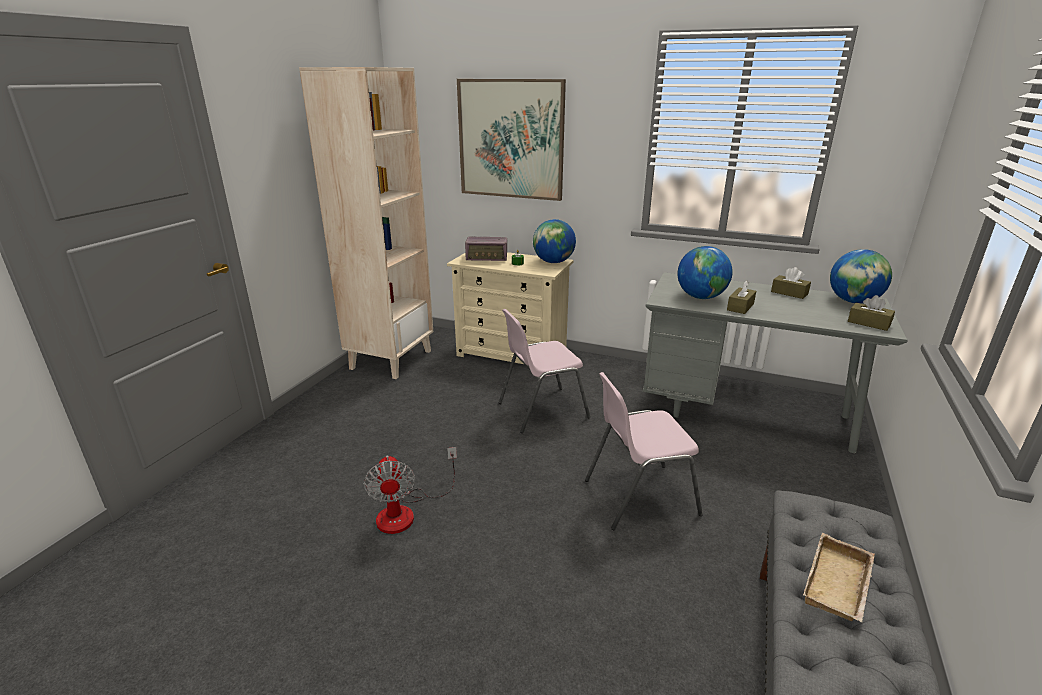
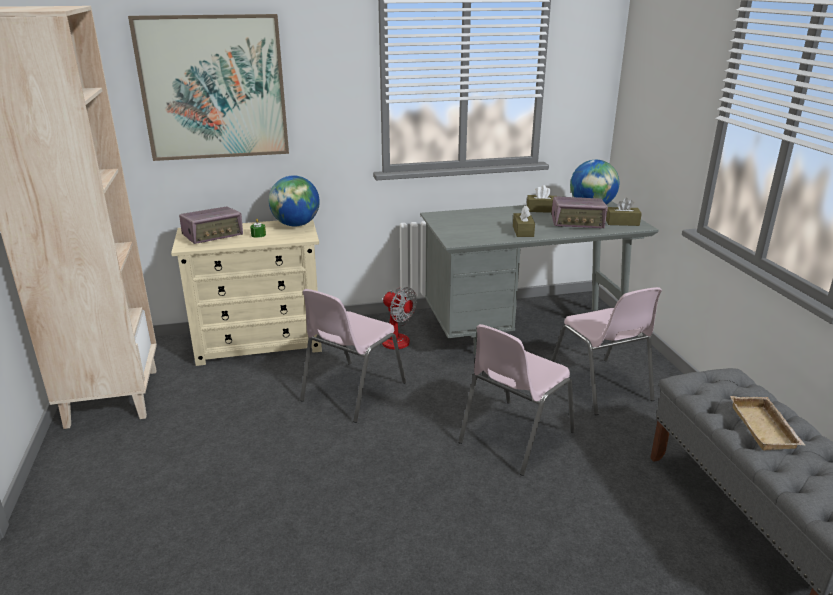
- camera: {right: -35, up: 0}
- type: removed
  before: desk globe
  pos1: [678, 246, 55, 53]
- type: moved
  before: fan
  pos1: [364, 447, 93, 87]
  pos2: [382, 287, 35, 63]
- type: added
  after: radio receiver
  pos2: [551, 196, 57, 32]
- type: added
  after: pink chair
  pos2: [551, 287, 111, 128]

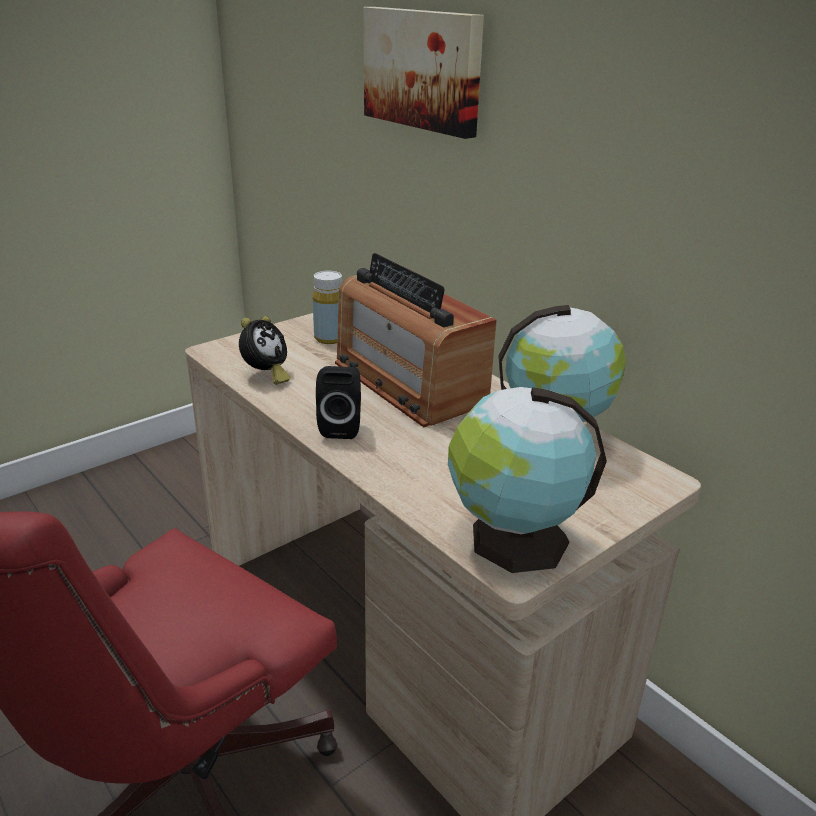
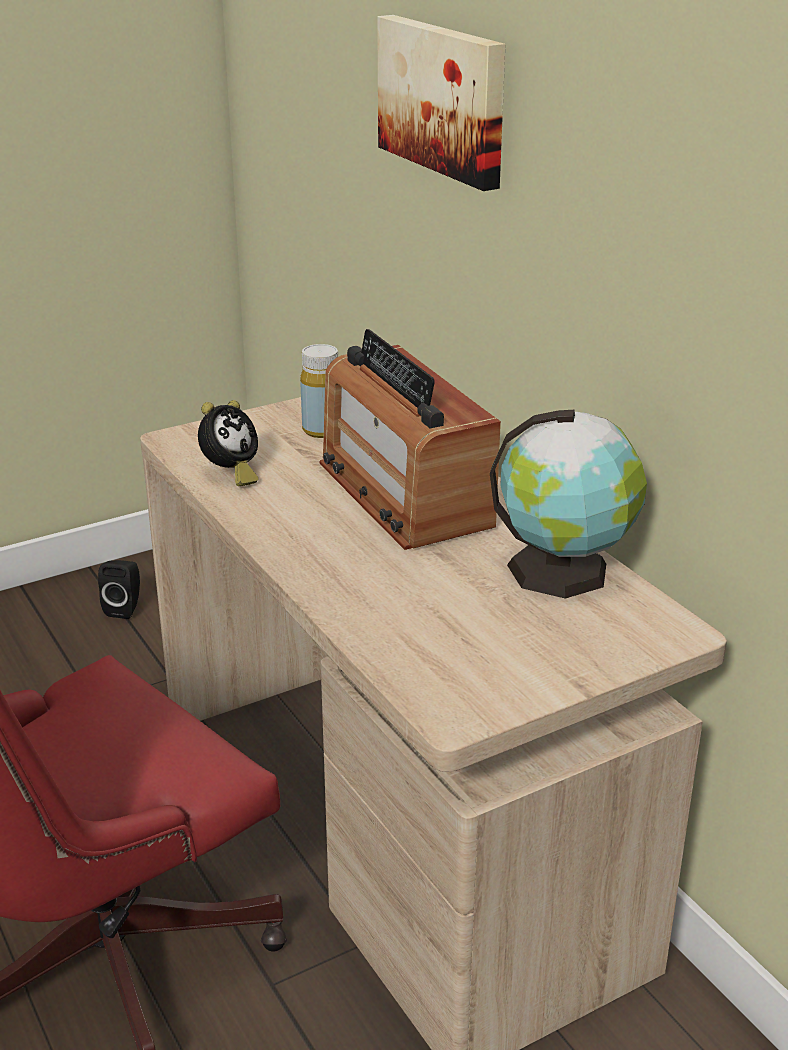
- camera: {right: 10, up: 0}
- type: moved
  before: black audio speaker
  pos1: [316, 366, 45, 73]
  pos2: [98, 560, 42, 59]
- type: removed
  before: desk globe
  pos1: [448, 387, 159, 186]

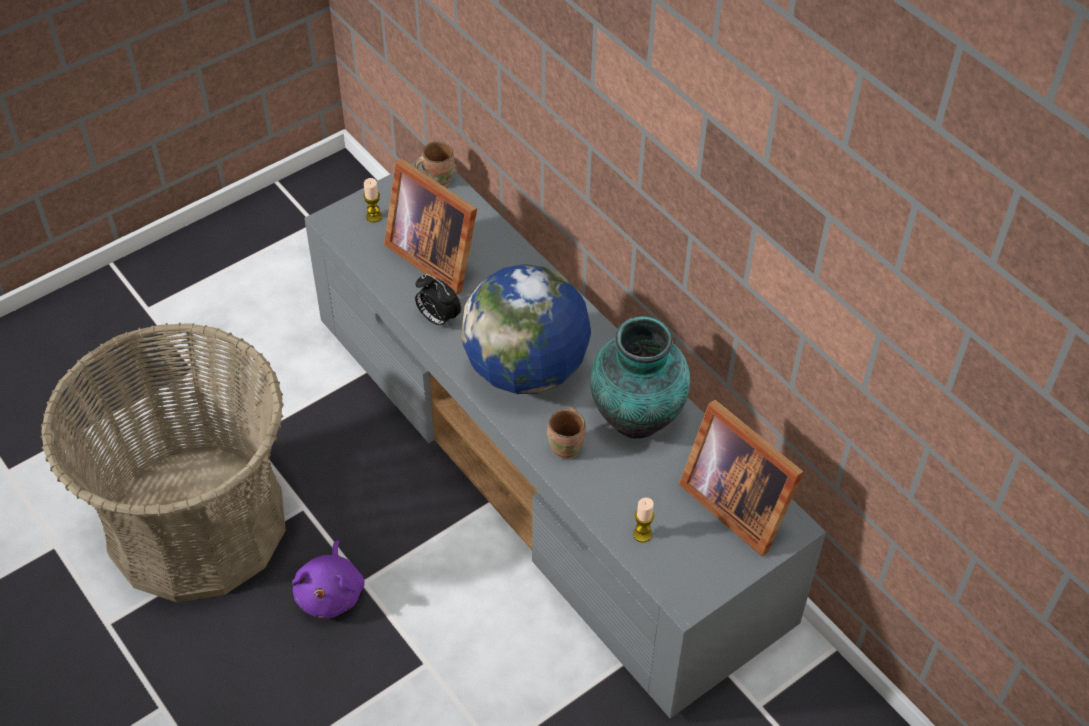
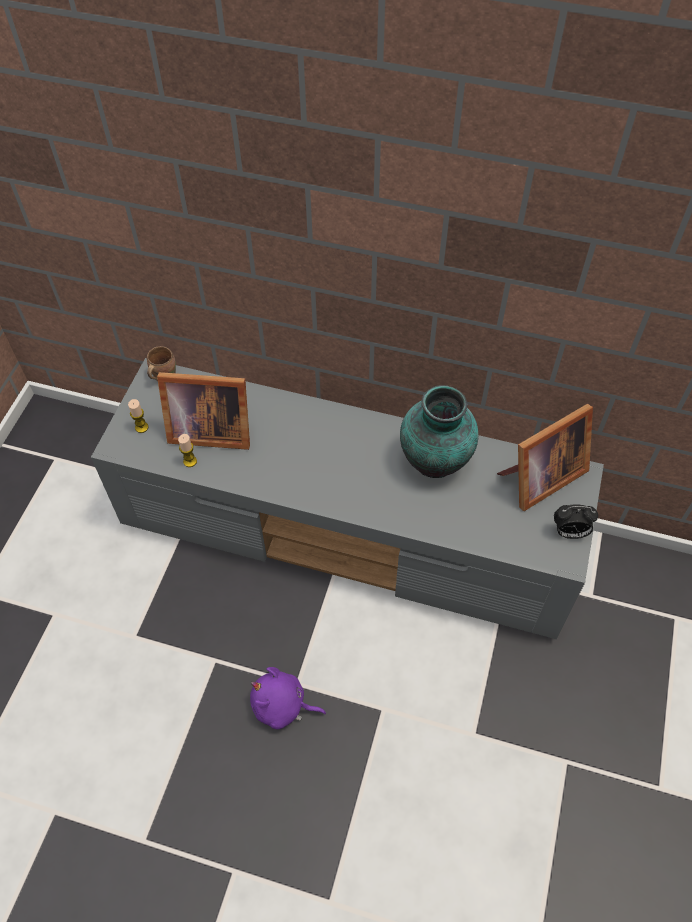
- camera: {right: -35, up: 5}
- type: removed
  before: desk globe
  pos1: [461, 264, 130, 130]
- type: moved
  before: alarm clock
  pos1: [415, 274, 46, 54]
  pos2: [554, 504, 44, 35]
- type: removed
  before: storage basket
  pos1: [41, 323, 245, 279]
- type: turned
  before: standing frame
  pos1: [679, 400, 125, 156]
  pos2: [497, 404, 96, 107]
  turn: -45
- type: removed
  before: brownish coffee mug
  pos1: [547, 407, 39, 52]
- type: moved
  before: wax light
  pos1: [633, 498, 21, 45]
  pos2: [178, 434, 19, 33]
- type: turned
  before: purple-coloured cuddly toy
  pos1: [292, 541, 73, 77]
  pos2: [250, 667, 76, 62]
  turn: 135

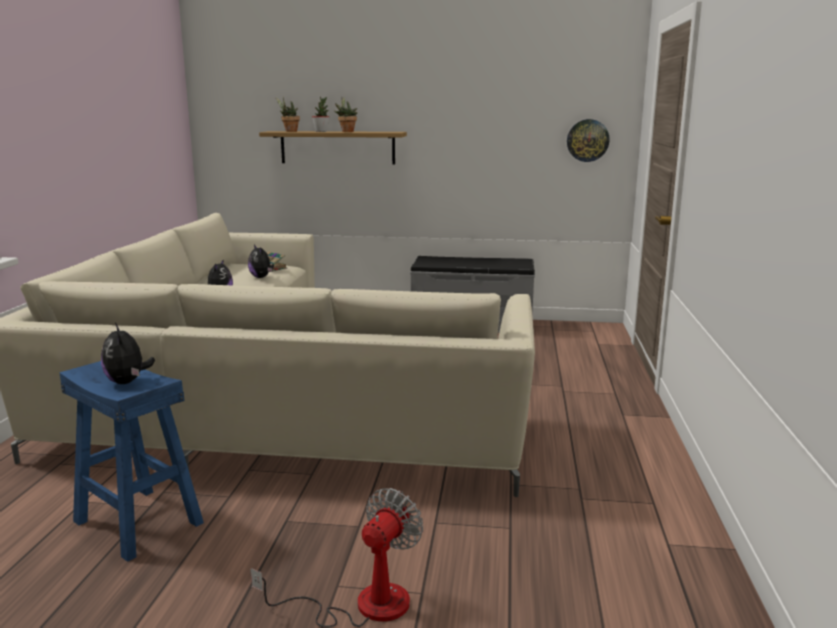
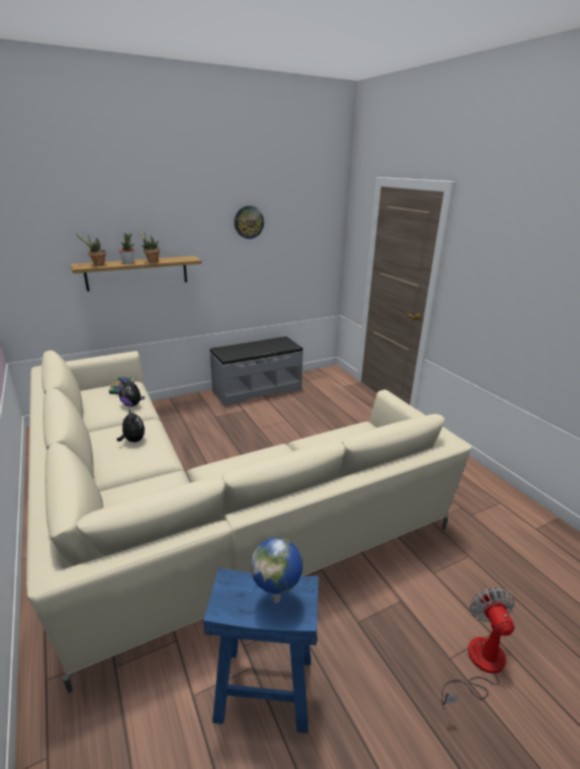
- camera: {right: -35, up: 10}
- type: moved
  before: hanging clock
  pos1: [567, 119, 42, 43]
  pos2: [234, 206, 30, 33]
- type: replaced
  before: cuddly toy
  after: desk globe
  pos1: [101, 323, 54, 61]
  pos2: [250, 538, 53, 65]

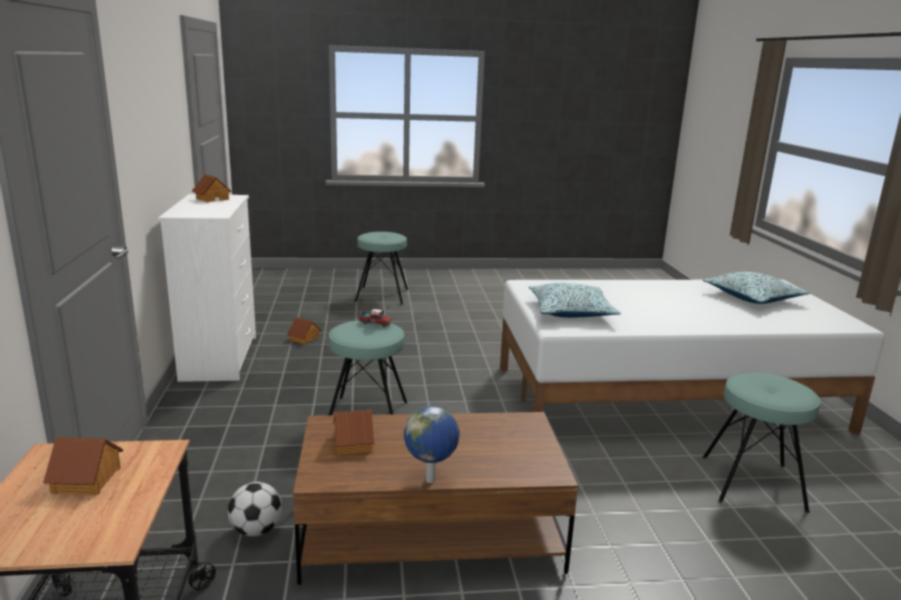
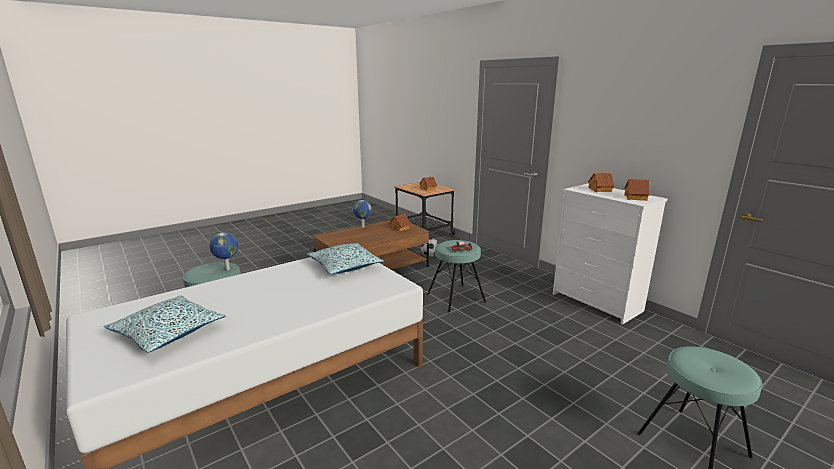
- camera: {right: 150, up: 0}
- type: moved
  before: model house
  pos1: [287, 317, 34, 27]
  pos2: [588, 173, 27, 19]
- type: added
  after: desk globe
  pos2: [209, 232, 29, 38]

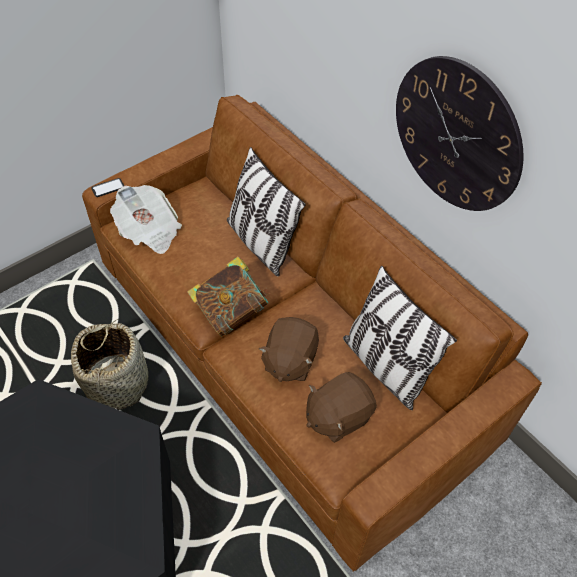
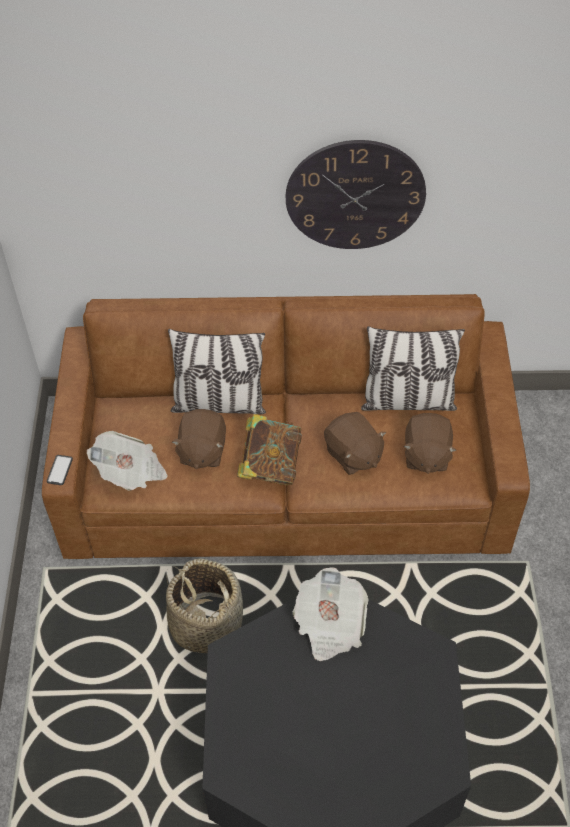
- camera: {right: -50, up: 0}
- type: added
  after: brownish cuddly toy
  pos2: [172, 409, 54, 60]
- type: added
  after: printed paper
  pos2: [292, 567, 77, 94]

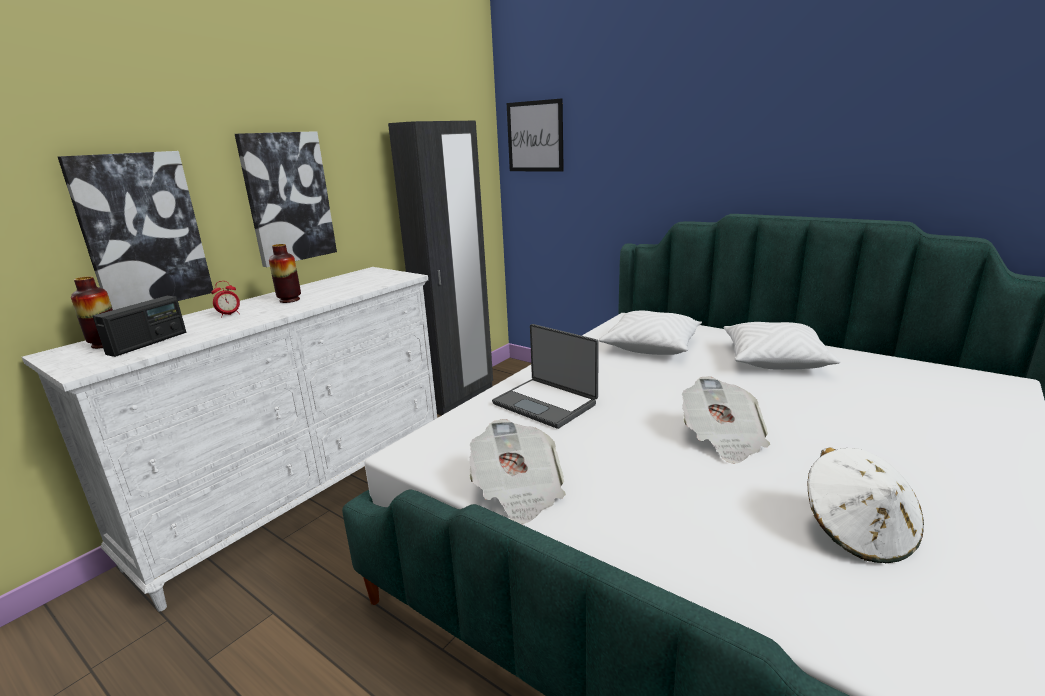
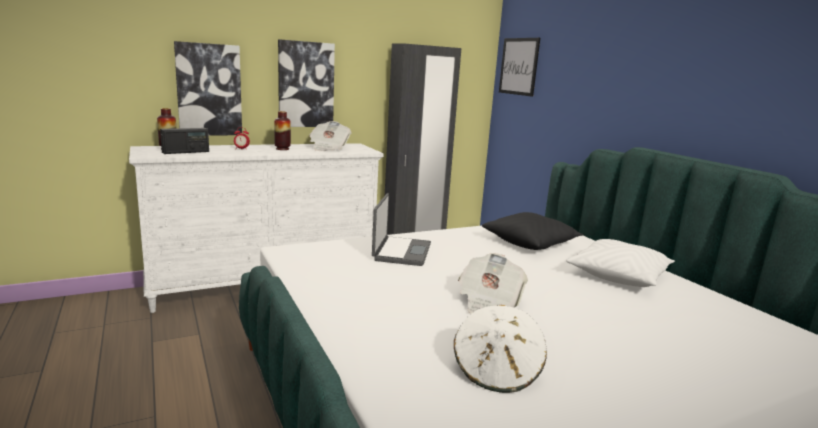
- camera: {right: 25, up: -5}
- type: recoloured
  before: white-coloured cushion
  after: black cushion
  pos1: [599, 311, 103, 44]
  pos2: [482, 212, 101, 38]
- type: turned
  before: notebook computer
  pos1: [492, 324, 107, 105]
  pos2: [372, 193, 59, 73]
  turn: -150
- type: moved
  before: printed paper
  pos1: [469, 419, 97, 106]
  pos2: [309, 121, 42, 30]

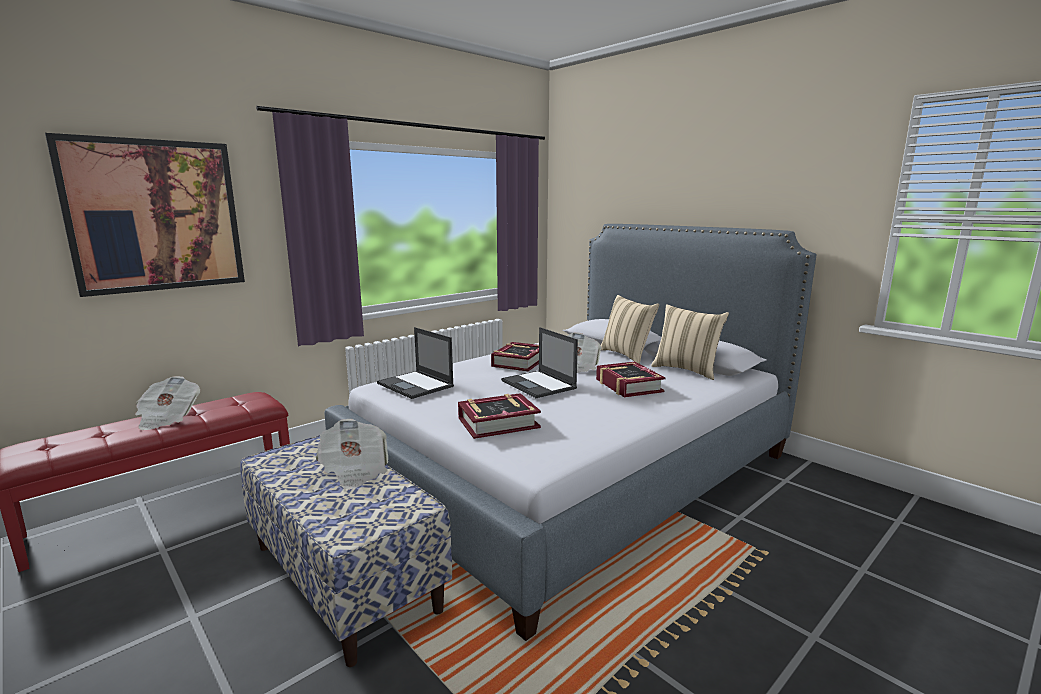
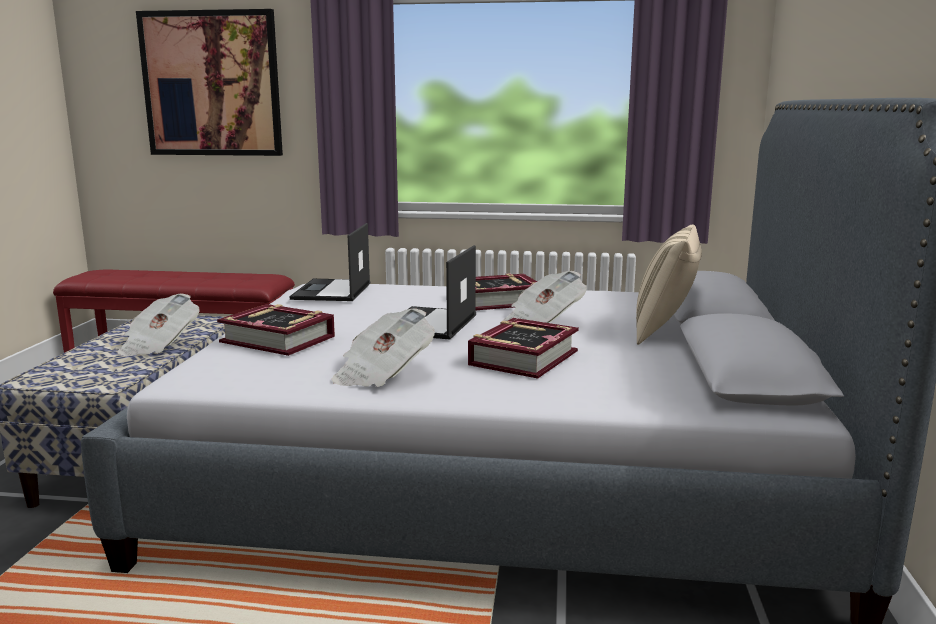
- camera: {right: 50, up: 0}
- type: removed
  before: sand-coloured cushion
  pos1: [651, 304, 78, 76]
- type: moved
  before: printed paper
  pos1: [135, 376, 65, 54]
  pos2: [332, 308, 103, 79]

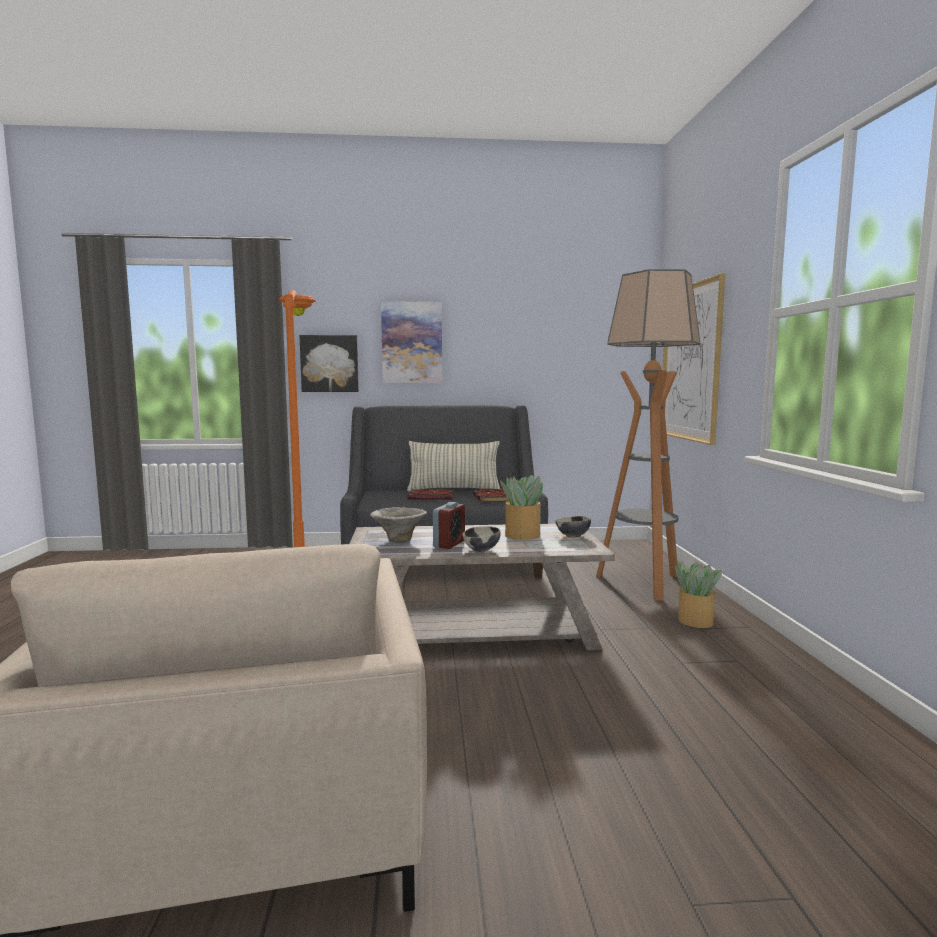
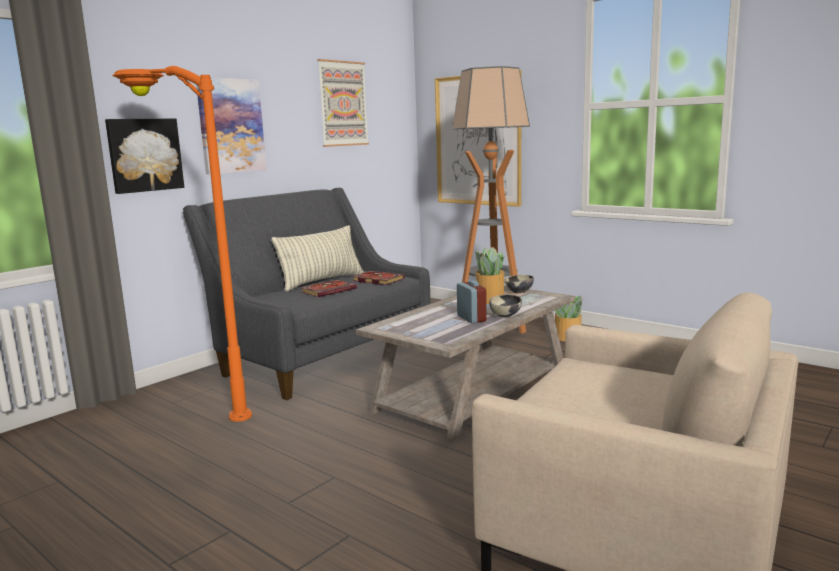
- camera: {right: -45, up: 5}
- type: removed
  before: deep dish
  pos1: [370, 507, 57, 36]
- type: added
  after: picture
  pos2: [317, 59, 52, 88]

